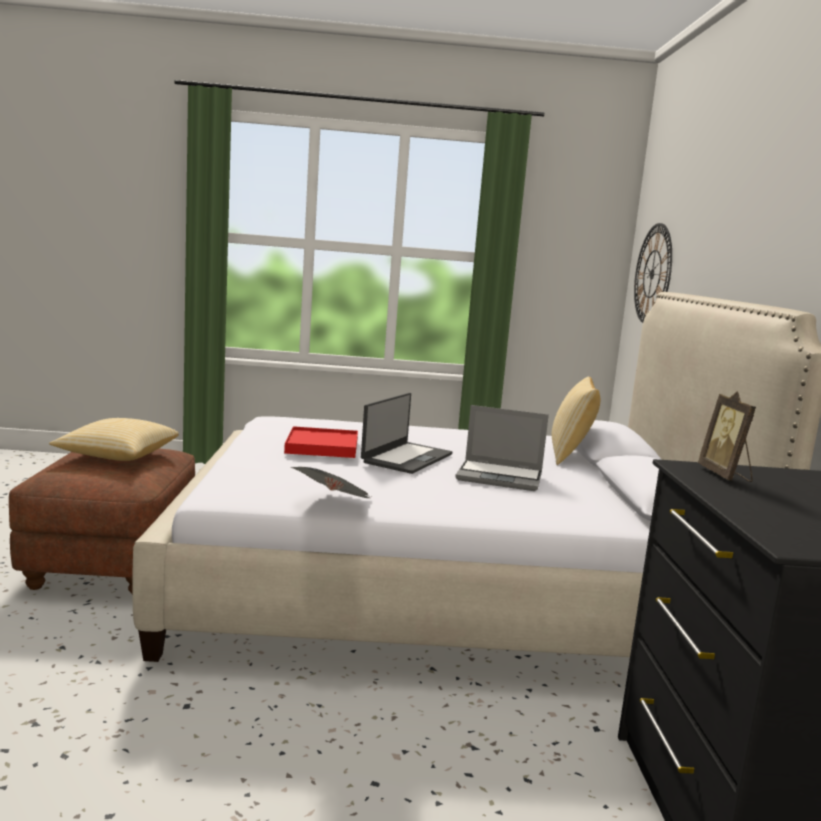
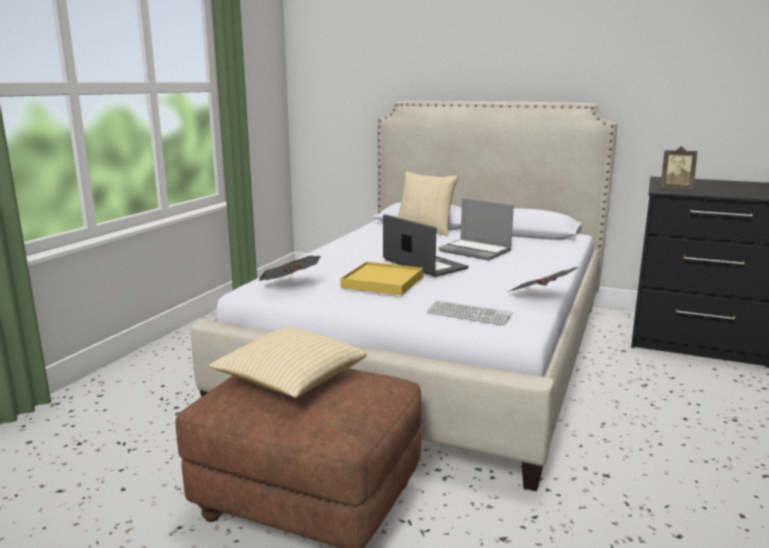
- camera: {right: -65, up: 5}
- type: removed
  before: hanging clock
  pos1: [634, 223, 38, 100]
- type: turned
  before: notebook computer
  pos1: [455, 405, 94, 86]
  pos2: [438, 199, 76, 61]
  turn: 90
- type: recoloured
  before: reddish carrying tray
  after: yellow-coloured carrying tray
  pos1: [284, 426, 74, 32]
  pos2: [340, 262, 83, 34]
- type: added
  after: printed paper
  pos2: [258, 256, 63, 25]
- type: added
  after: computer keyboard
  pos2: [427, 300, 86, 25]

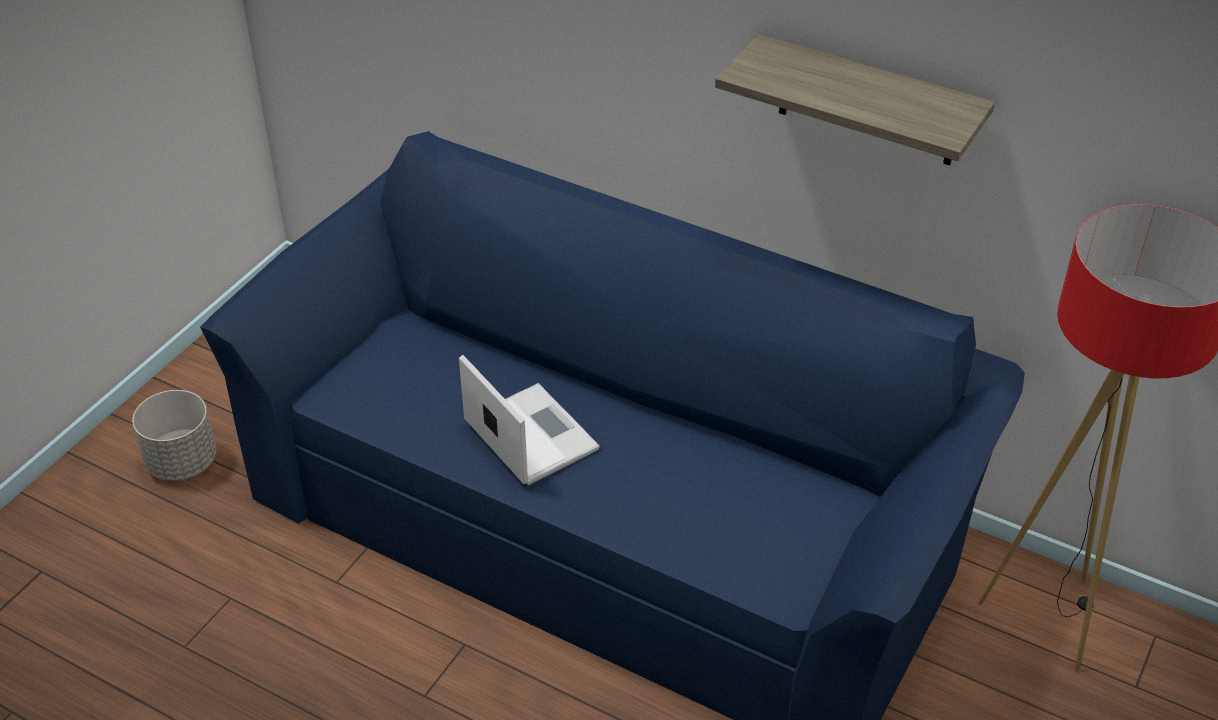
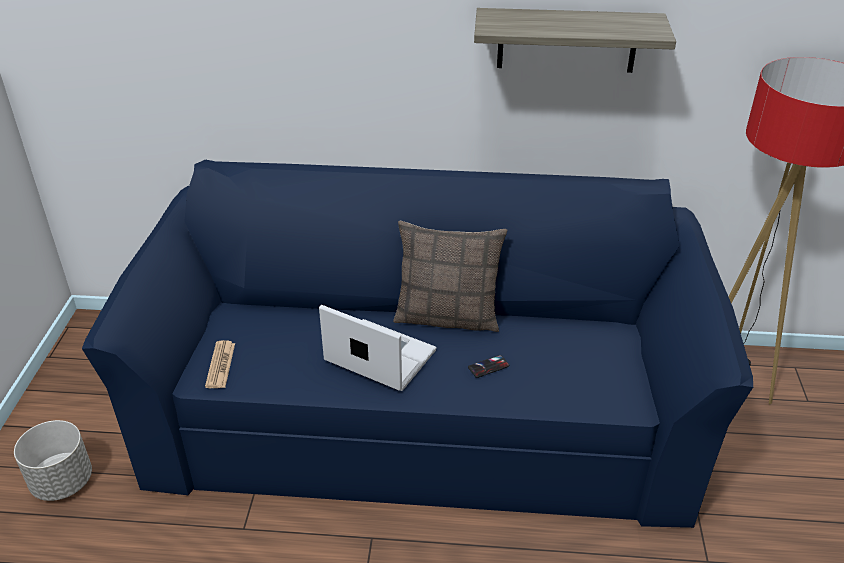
- camera: {right: -25, up: -5}
- type: added
  after: cushion
  pos2: [393, 220, 114, 112]
- type: added
  after: printed paper
  pos2: [205, 340, 30, 48]
- type: added
  after: handset
  pos2: [468, 355, 41, 23]

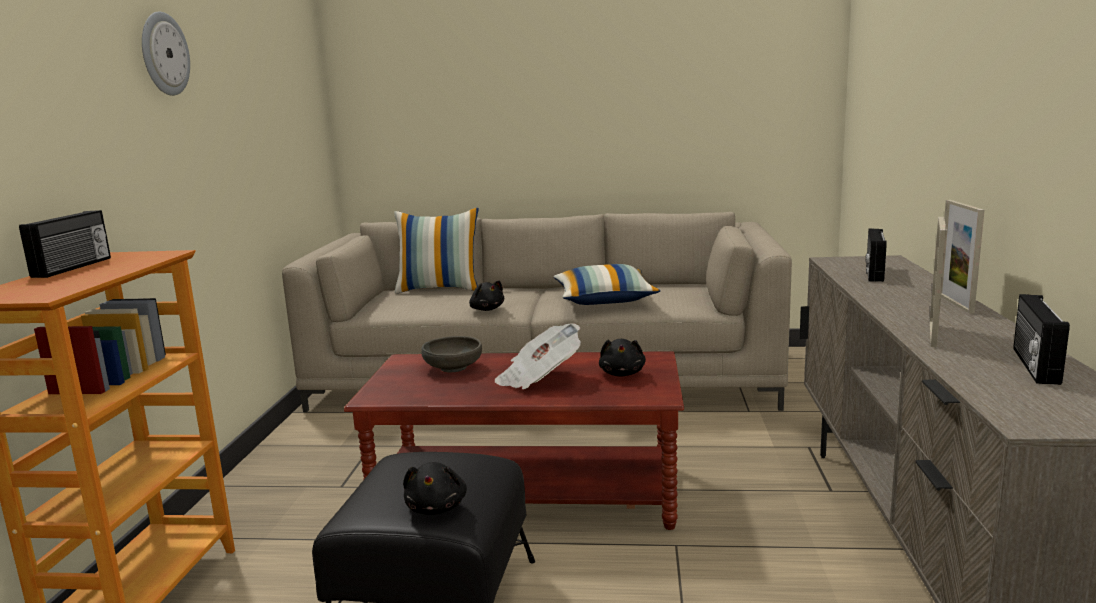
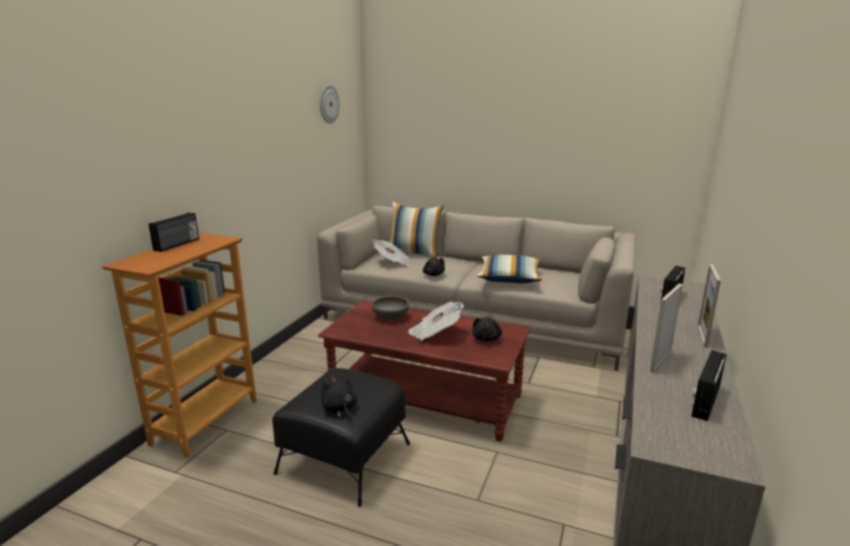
- camera: {right: 15, up: 5}
- type: moved
  before: hanging clock
  pos1: [142, 12, 48, 84]
  pos2: [320, 85, 20, 39]
- type: turned
  before: black cuddly toy
  pos1: [403, 462, 64, 53]
  pos2: [321, 375, 36, 46]
  turn: 135
- type: added
  after: printed paper
  pos2: [372, 239, 37, 27]

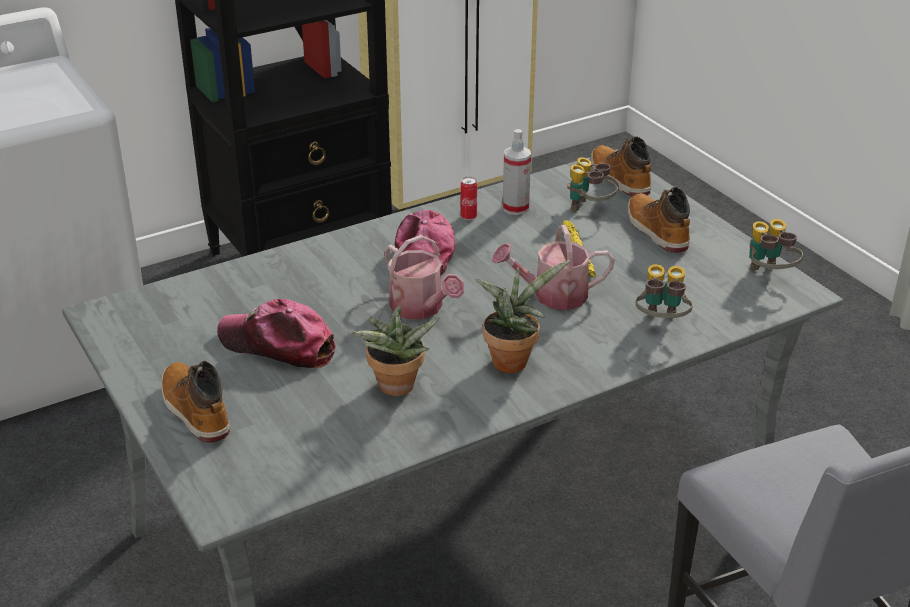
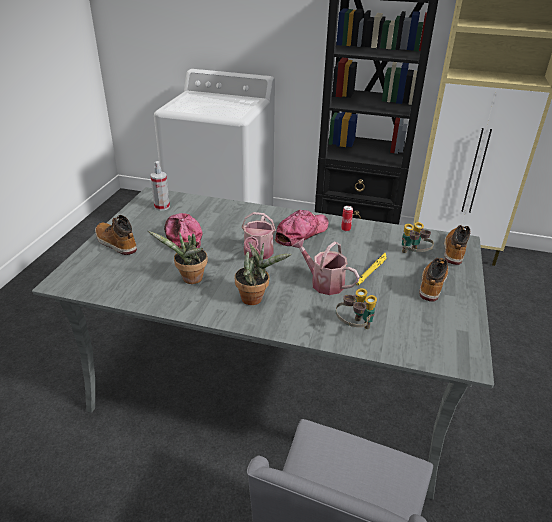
- camera: {right: 45, up: 0}
- type: moved
  before: sprayer
  pos1: [503, 129, 28, 86]
  pos2: [150, 161, 20, 50]
- type: removed
  before: field glasses
  pos1: [749, 219, 54, 52]
- type: turned
  before: boot
  pos1: [161, 361, 69, 82]
  pos2: [95, 215, 42, 40]
  turn: -60

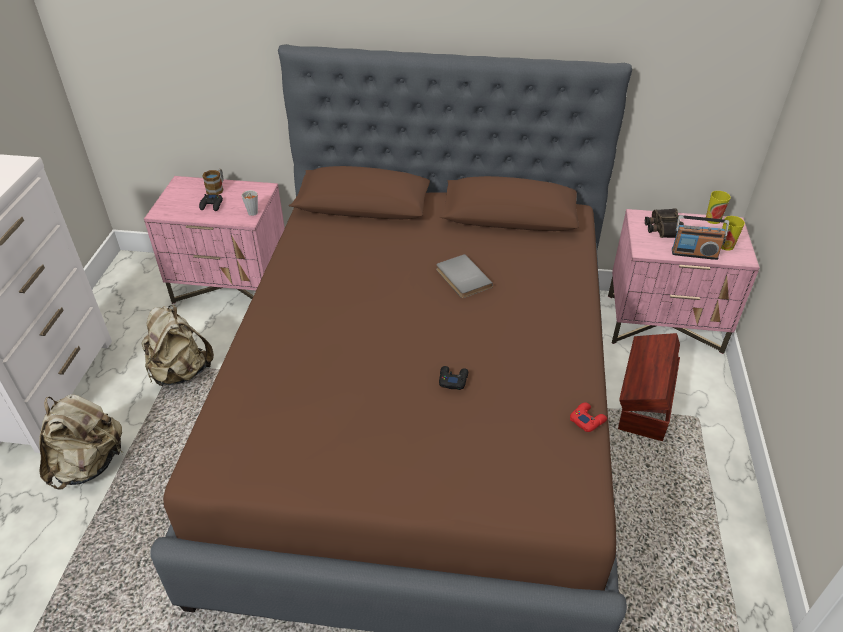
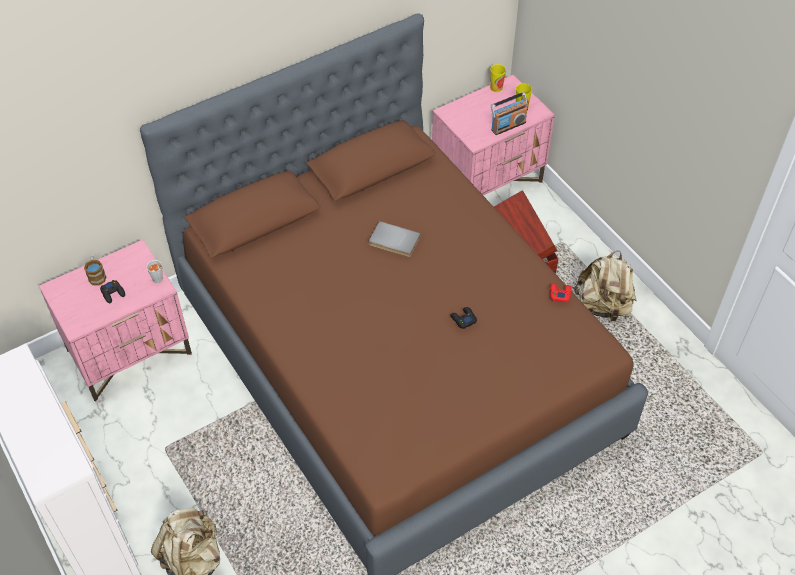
- camera: {right: -40, up: 10}
- type: removed
  before: field glasses
  pos1: [645, 208, 39, 30]
- type: moved
  before: sand-coloured knapsack
  pos1: [142, 305, 72, 82]
  pos2: [574, 251, 62, 71]

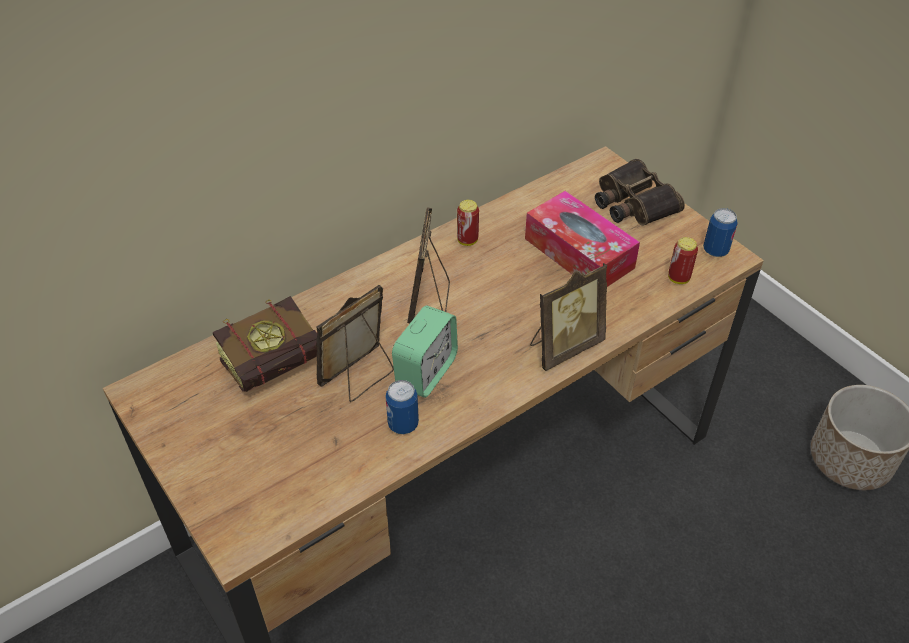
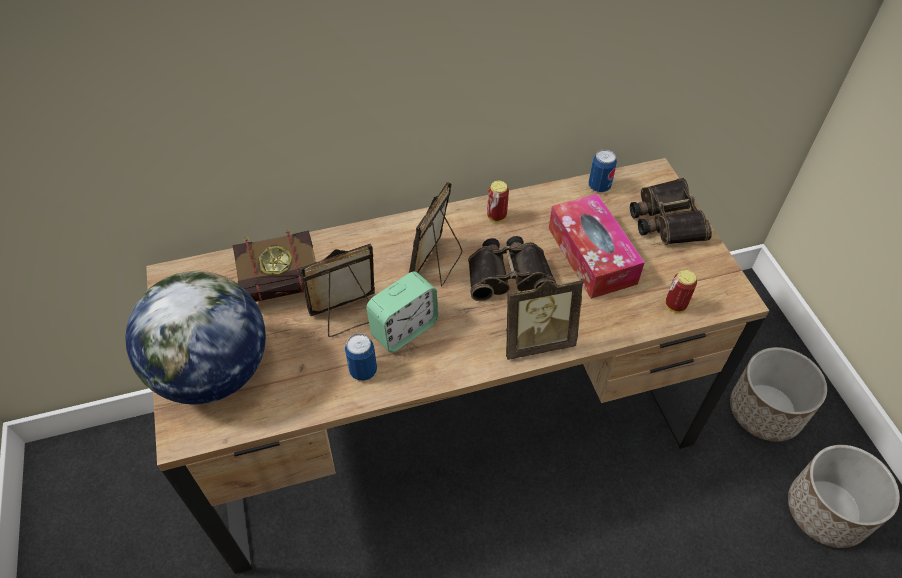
- camera: {right: 20, up: 5}
- type: moved
  before: metal can
  pos1: [703, 208, 35, 49]
  pos2: [589, 149, 28, 43]
- type: added
  after: field glasses
  pos2: [468, 236, 89, 66]
- type: added
  after: desk globe
  pos2: [125, 271, 141, 134]
- type: added
  after: planter
  pos2: [730, 347, 97, 95]

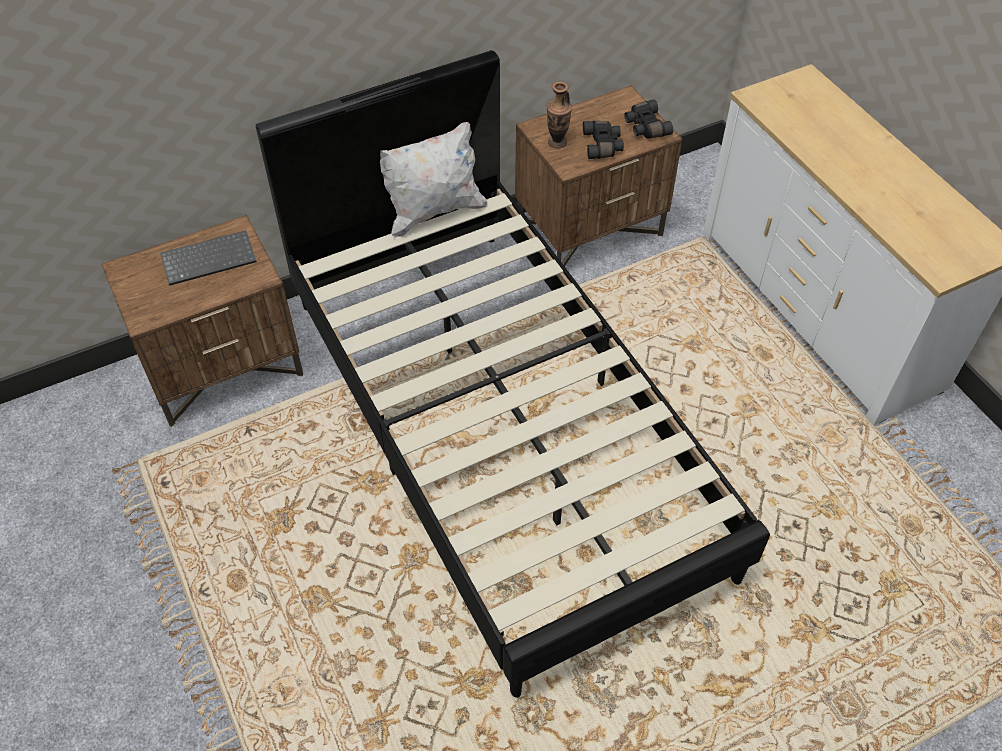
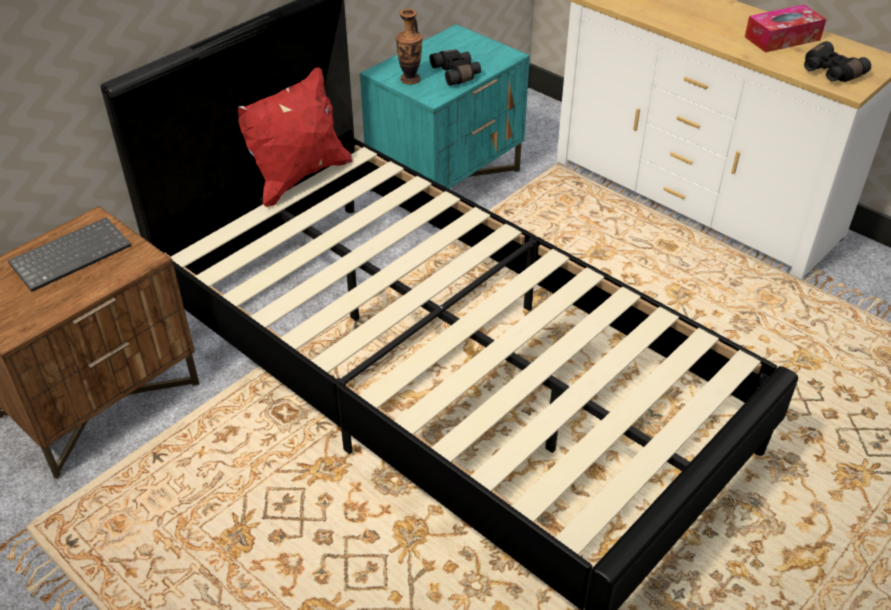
- camera: {right: -20, up: -10}
- type: recoloured
  before: brownish bedside table
  after: turquoise bedside table
  pos1: [515, 85, 167, 181]
  pos2: [360, 24, 170, 204]
- type: moved
  before: black field glasses
  pos1: [624, 99, 49, 40]
  pos2: [804, 41, 67, 41]
- type: recoloured
  before: white-coloured cushion
  after: reddish cushion
  pos1: [380, 122, 108, 116]
  pos2: [238, 67, 114, 140]
- type: added
  after: tissue holder
  pos2: [745, 5, 81, 48]

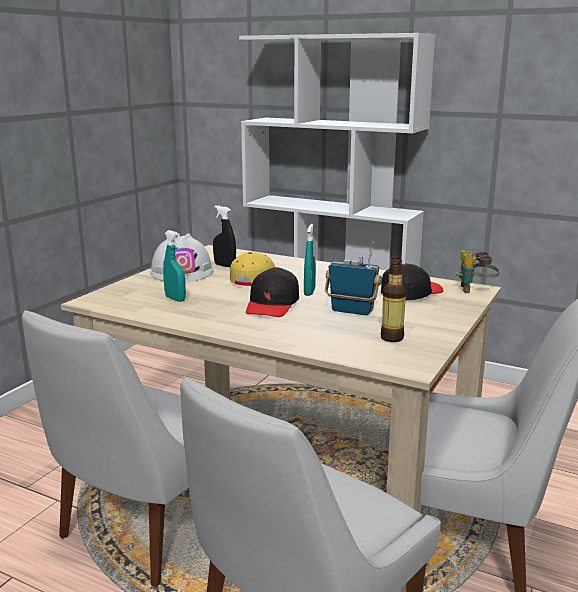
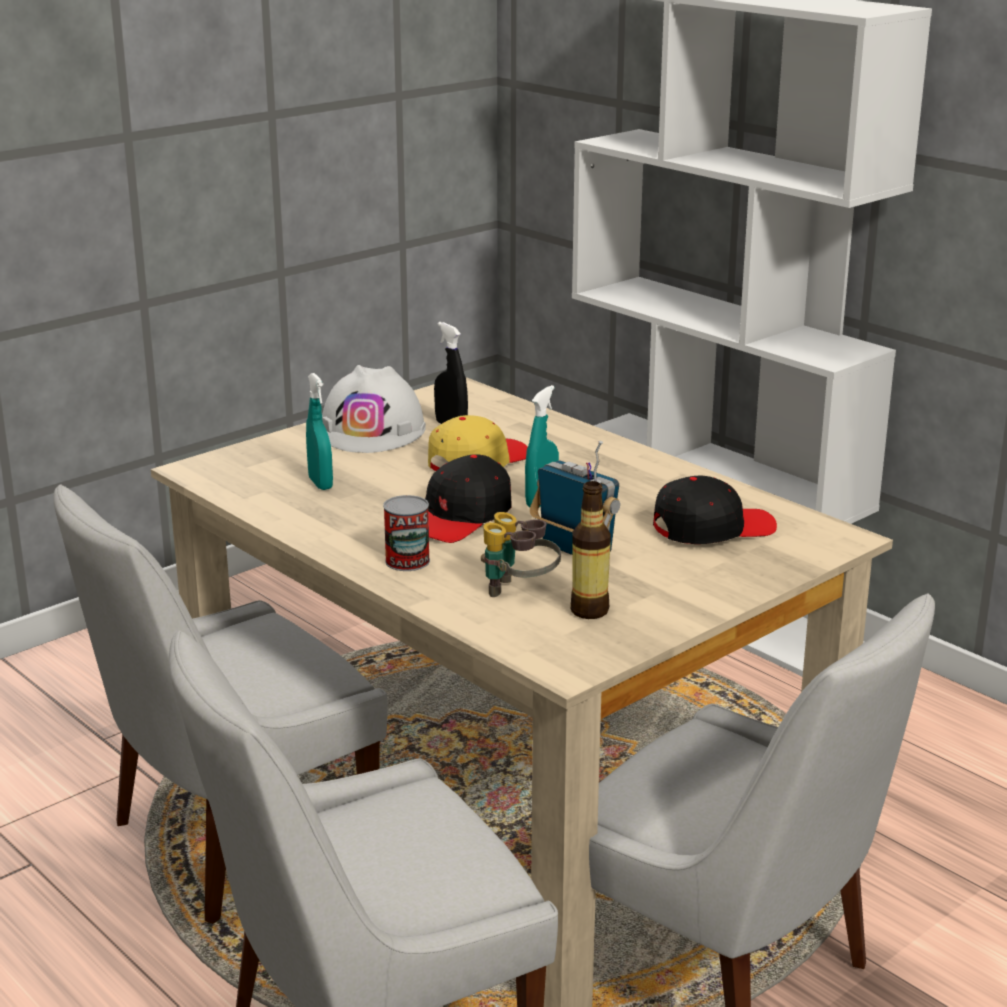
- camera: {right: 20, up: 5}
- type: moved
  before: field glasses
  pos1: [456, 251, 44, 42]
  pos2: [481, 512, 80, 85]
- type: added
  after: metal can
  pos2: [383, 495, 47, 76]

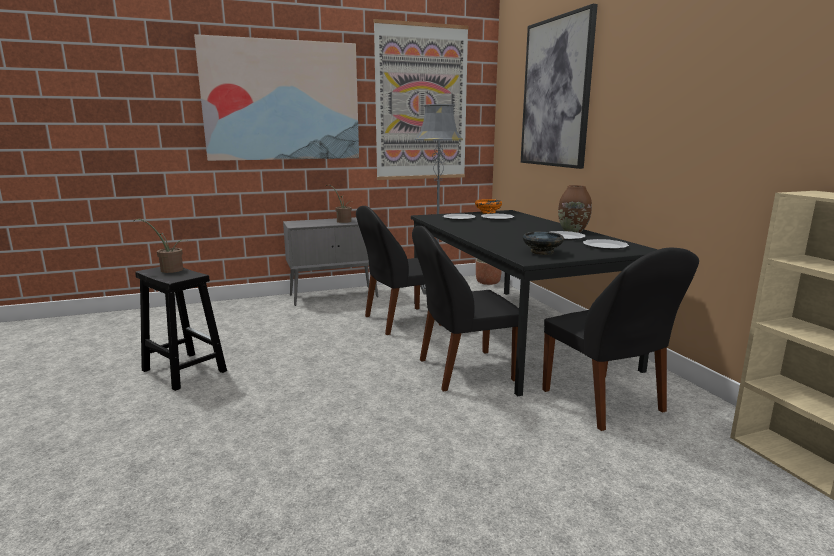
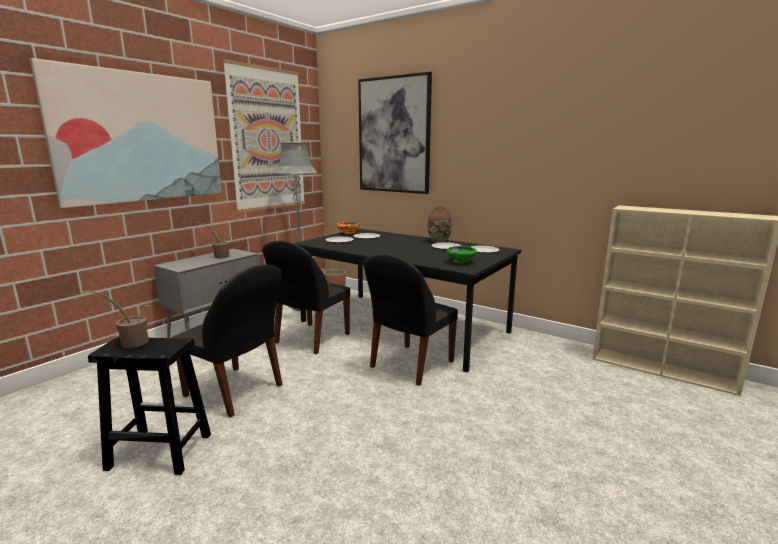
- camera: {right: -35, up: 0}
- type: recoloured
  before: black deep dish
  after: green deep dish
  pos1: [523, 232, 41, 23]
  pos2: [447, 246, 30, 18]
- type: moved
  before: black chair
  pos1: [542, 248, 157, 183]
  pos2: [172, 265, 111, 152]

